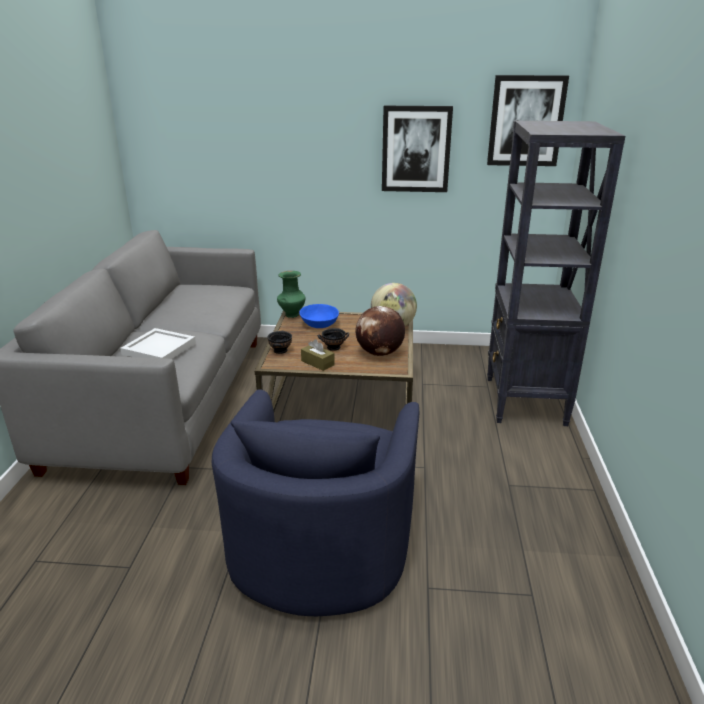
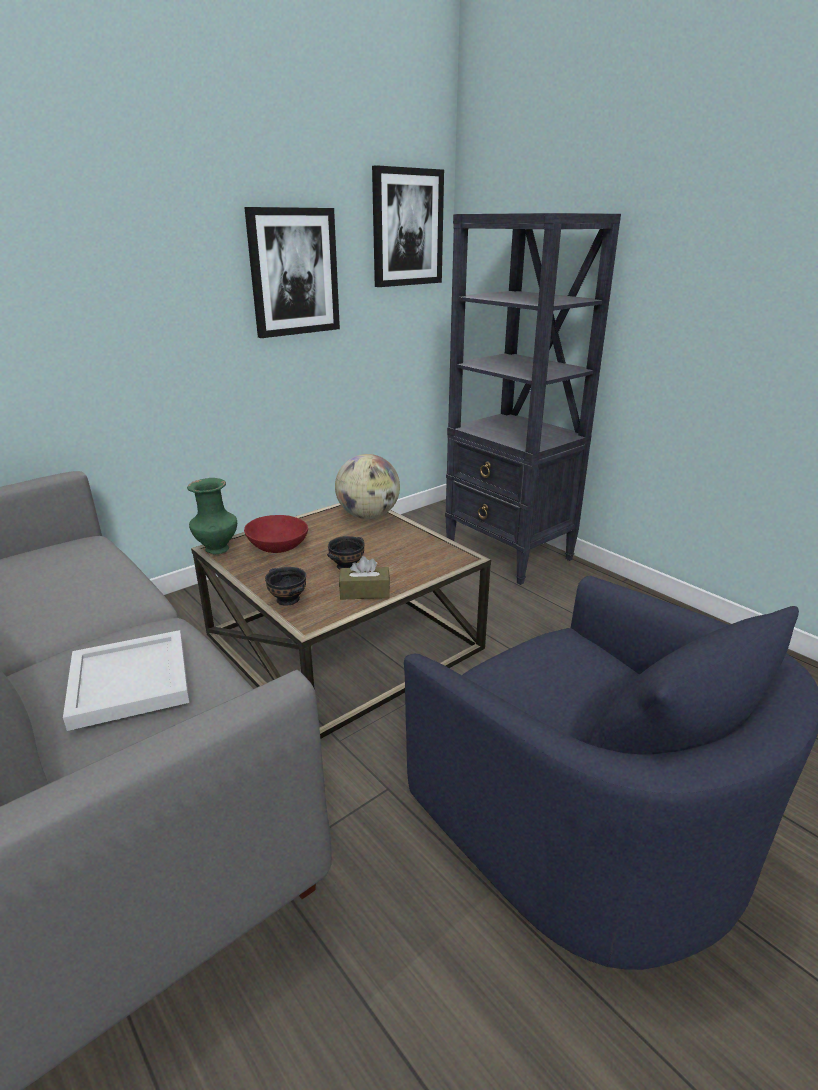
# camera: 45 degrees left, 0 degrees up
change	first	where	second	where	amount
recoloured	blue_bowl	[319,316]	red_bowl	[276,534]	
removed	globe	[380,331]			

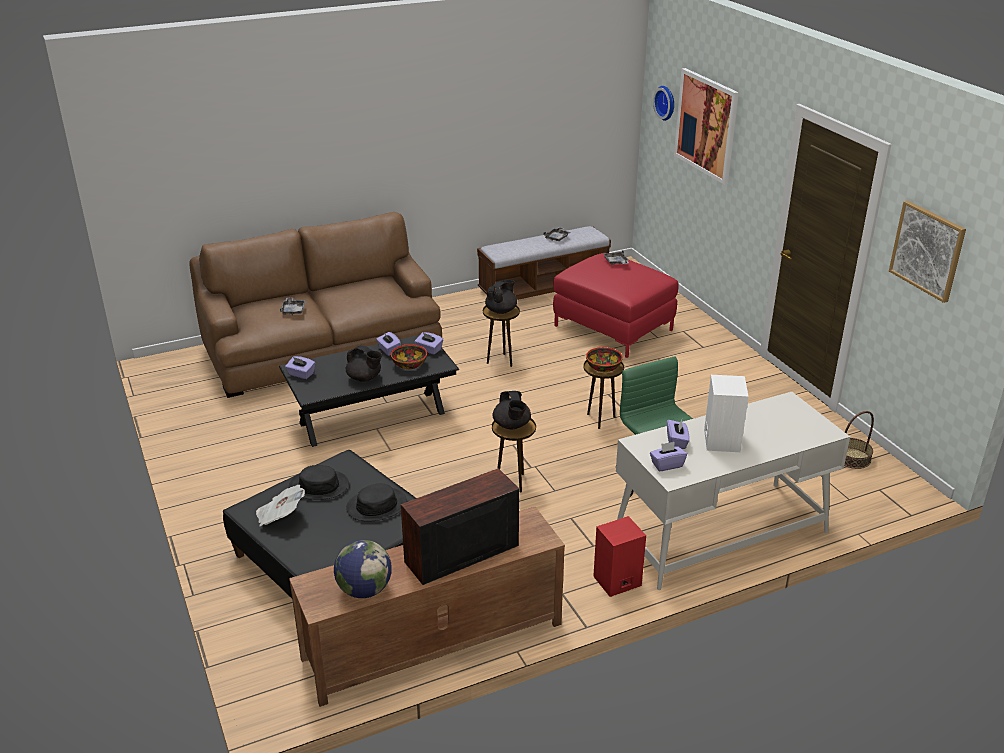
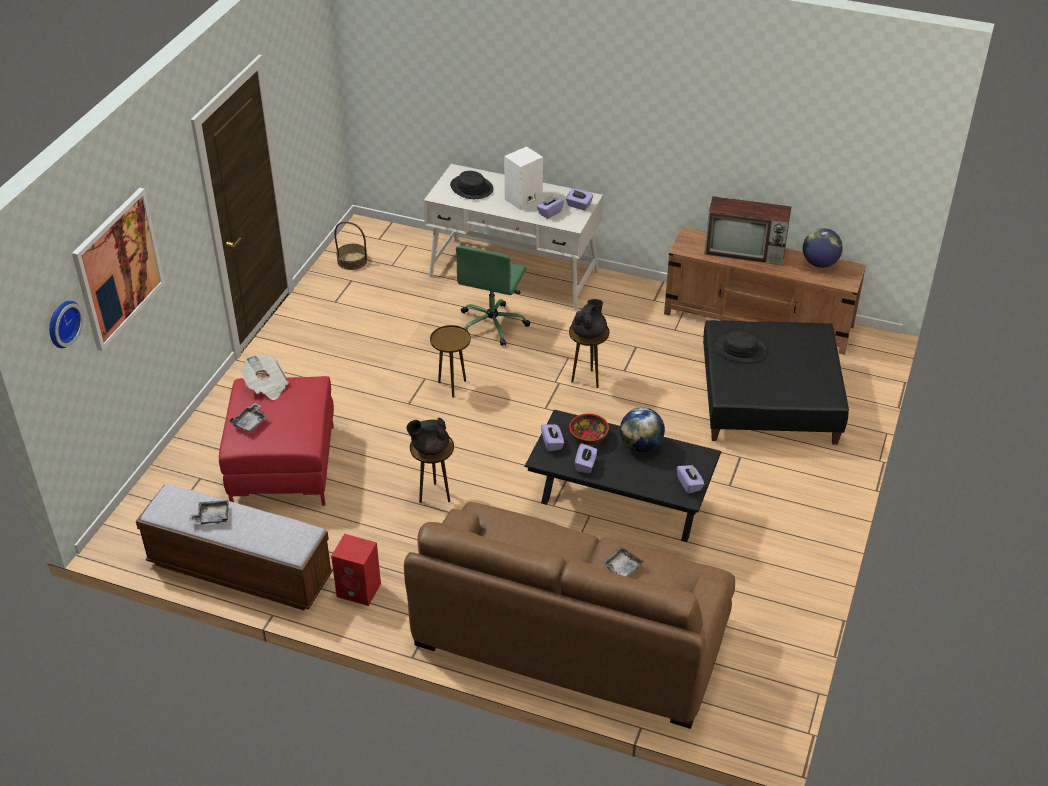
# camera: 135 degrees left, 10 degrees up
change	first	where	second	where	amount
moved	newspaper	[280,505]		[265,377]	
moved	red_speaker	[619,556]		[356,570]	
moved	black_hat	[319,482]		[472,185]	
replaced	black_teapot	[364,363]	globe	[642,430]	
removed	bowl	[604,359]			
removed	picture	[927,252]			

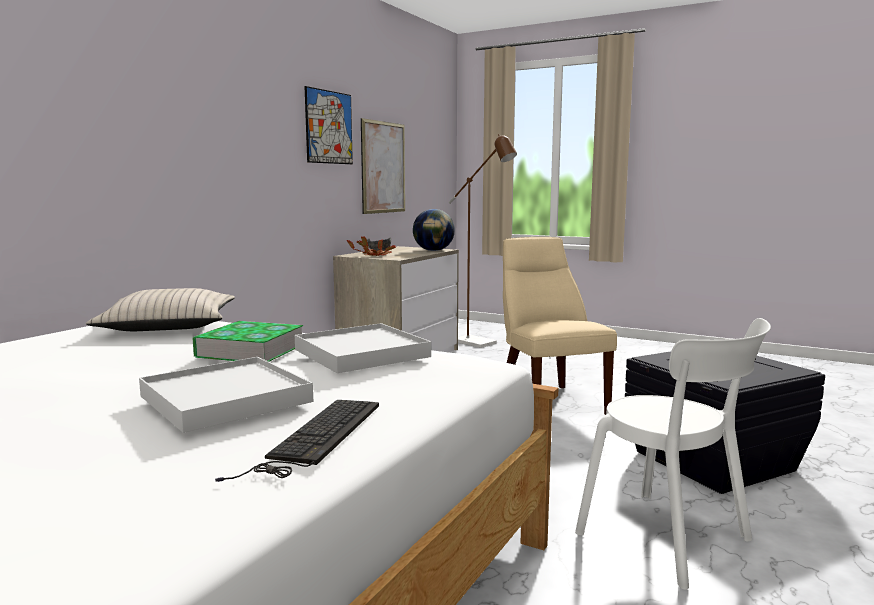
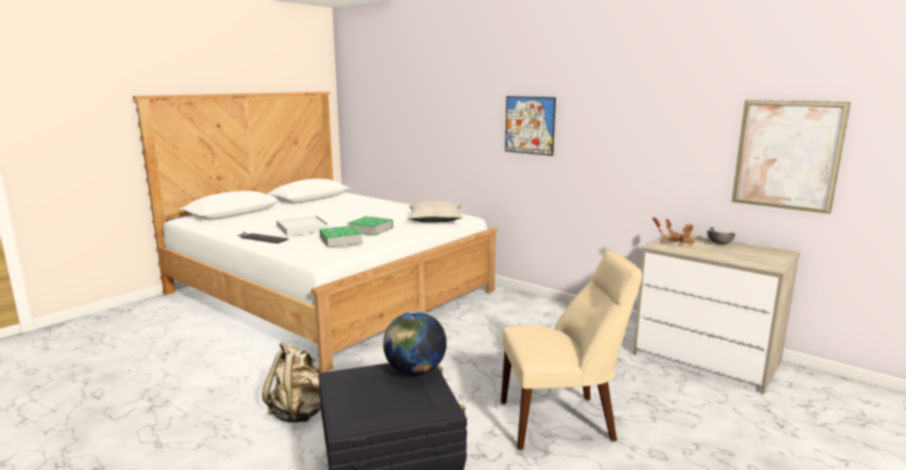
# camera: 100 degrees right, 5 degrees up
change	first	where	second	where	amount
replaced	white_chair	[673,454]	beige_backpack	[291,382]	
replaced	white_tray	[363,348]	book	[341,236]	
moved	globe	[434,230]		[415,343]	
moved	picture	[328,125]		[530,126]	
removed	brown_floor_lamp	[483,241]			

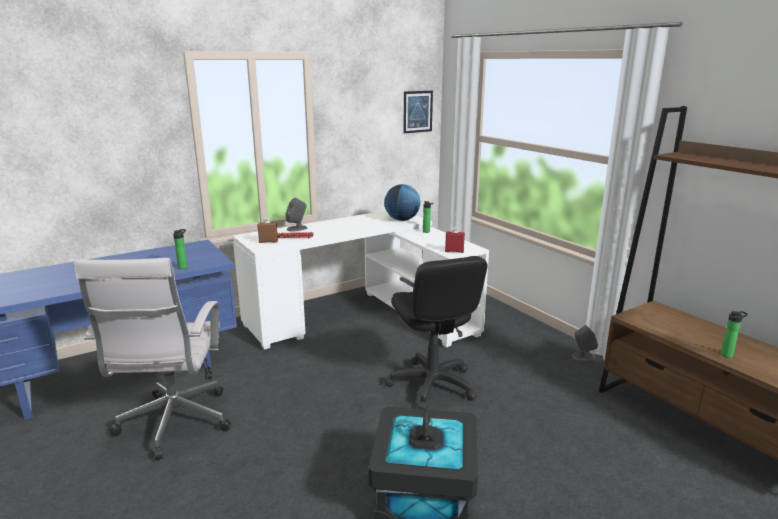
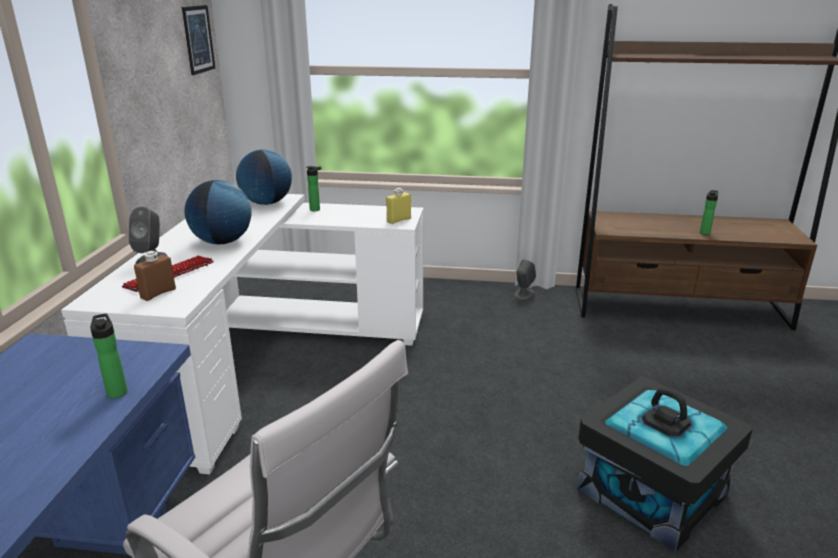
# camera: 50 degrees left, 5 degrees up
change	first	where	second	where	amount
added			globe	[218,212]	
recoloured	red_bottle	[455,240]	yellow_bottle	[398,206]	
removed	black_office_chair	[436,333]			

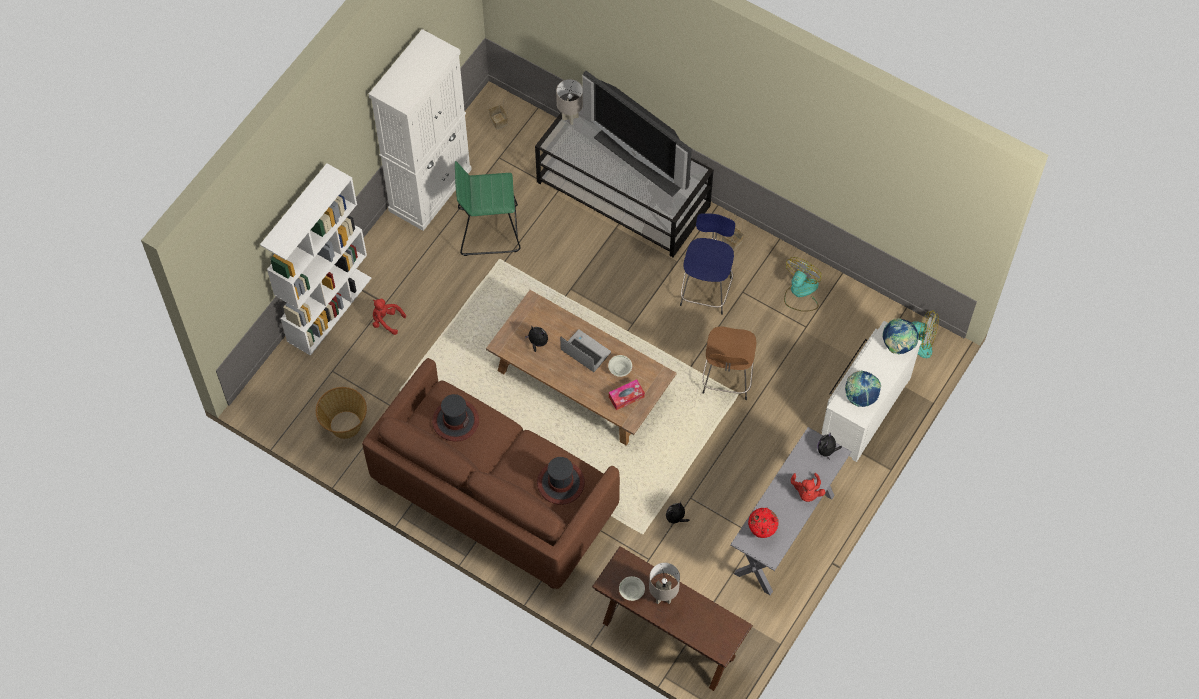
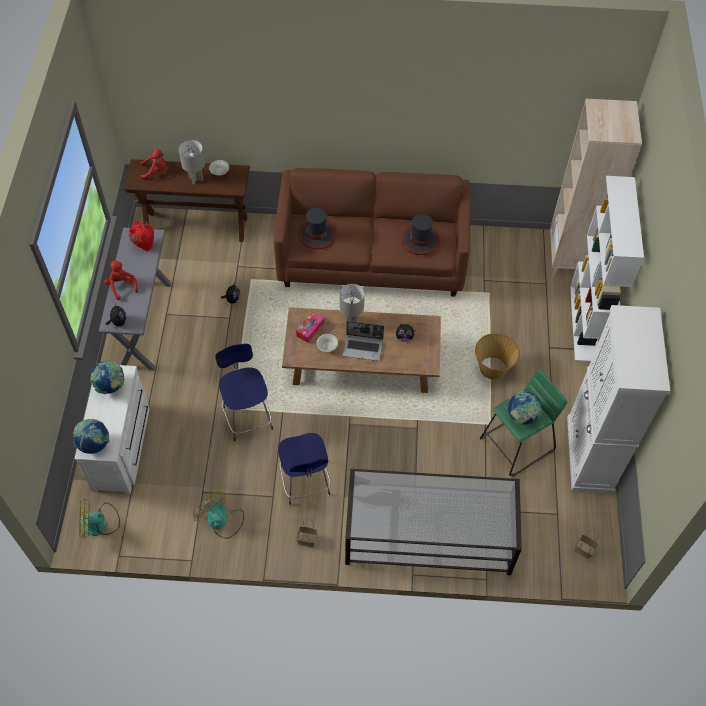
# camera: 150 degrees right, 5 degrees down
change	first	where	second	where	amount
moved	red_plush_toy	[389,317]		[153,164]	
turned	fan	[802,284]		[218,515]	135 degrees clockwise
recoloured	brown_stool	[729,363]	blue_stool	[244,392]	
moved	grey_table_lamp	[569,102]		[352,304]	
moved	basket	[341,413]		[497,356]	
added			globe	[524,408]	
added			beige_bookcase	[596,188]	
removed	television	[637,134]			

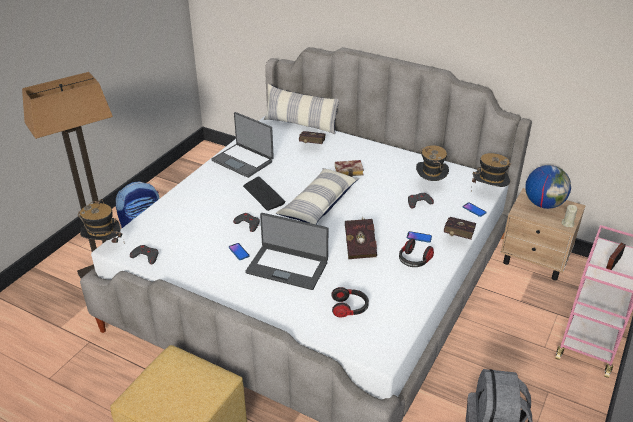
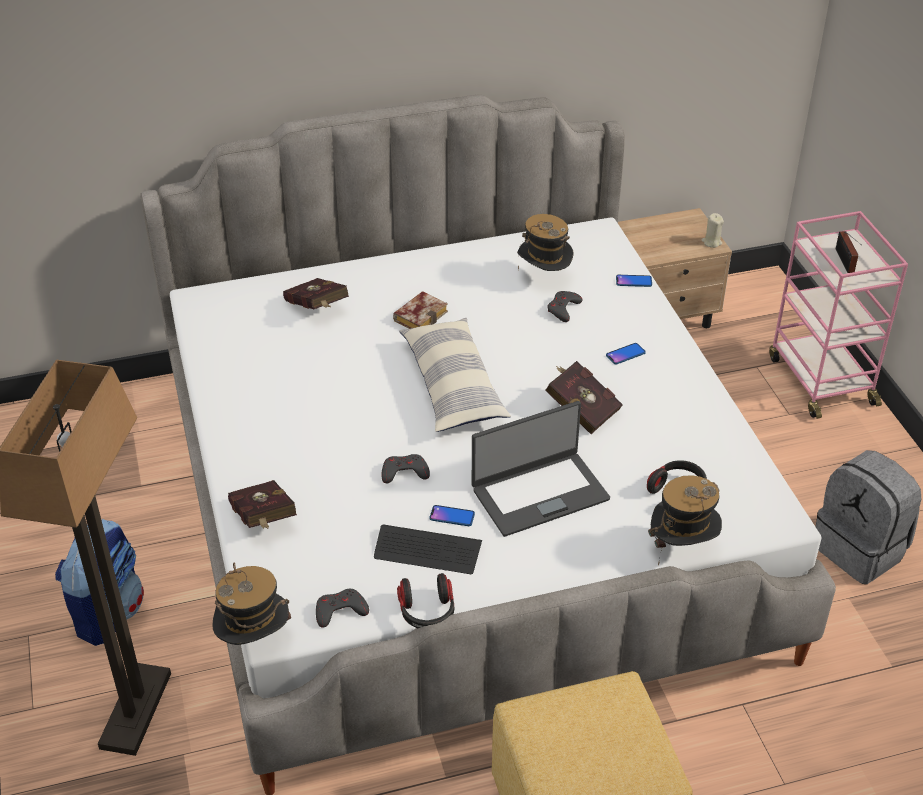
# camera: 45 degrees left, 5 degrees up
change	first	where	second	where	amount
moved	red_book	[460,228]		[262,504]	
moved	keyboard	[264,194]		[428,549]	
moved	headphones	[416,253]		[425,600]	
moved	hat	[491,172]		[685,520]	
removed	laptop	[242,145]			
removed	pillow	[301,109]			
removed	globe	[548,187]			

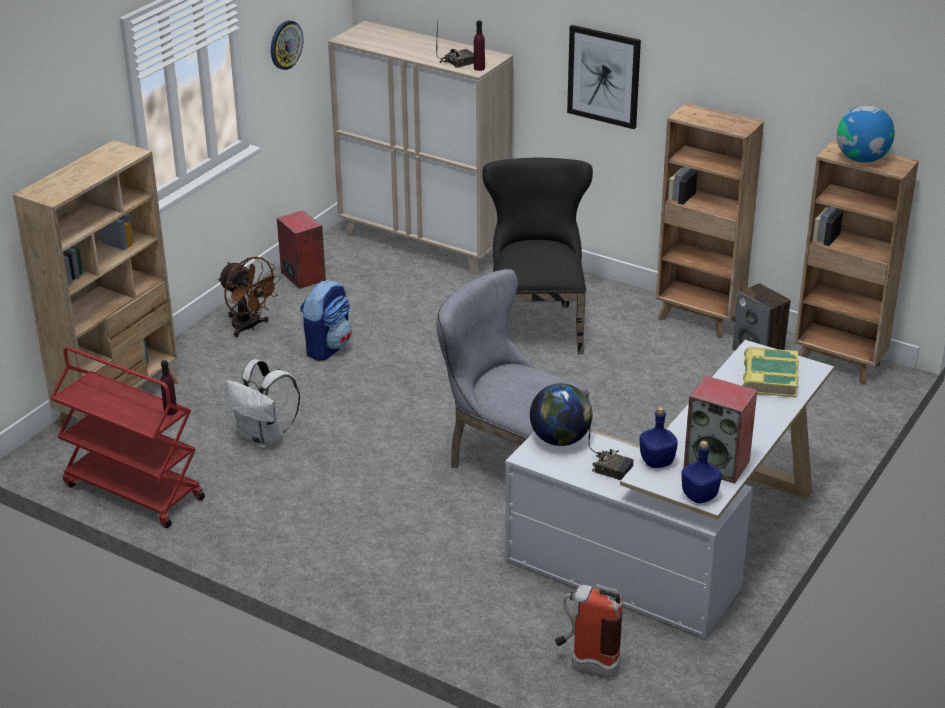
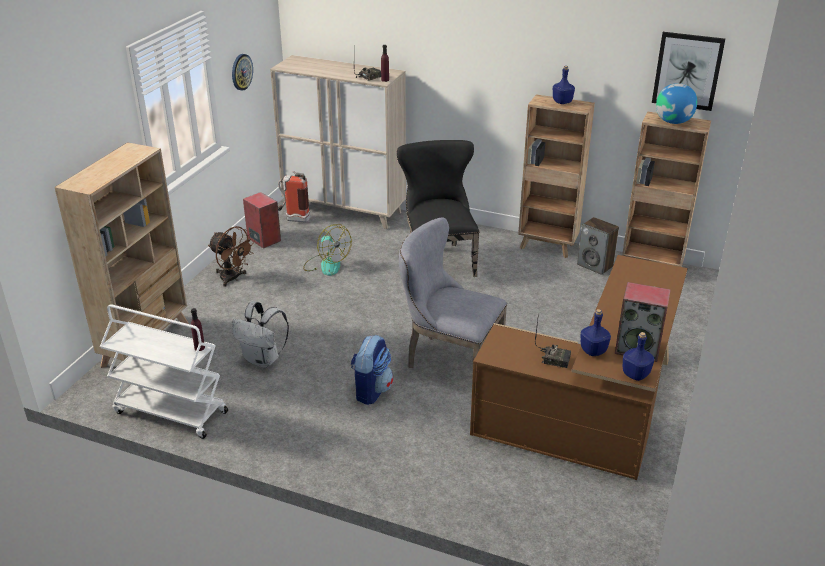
# camera: 10 degrees left, 0 degrees up
change	first	where	second	where	amount
recoloured	red_cart	[128,437]	white_cart	[164,371]	
moved	fire_extinguisher	[589,630]		[294,196]	
added			fan	[327,250]	
moved	backpack	[326,320]		[371,370]	
recoloured	white_desk	[669,489]	brown_desk	[579,367]	
added			blue_bottle	[564,85]	
moved	picture	[604,77]		[688,71]	
removed	globe	[561,414]			
removed	book	[770,372]			

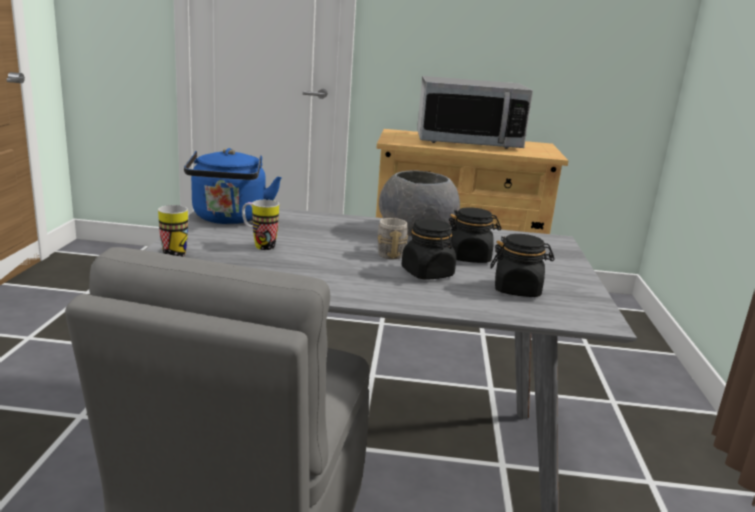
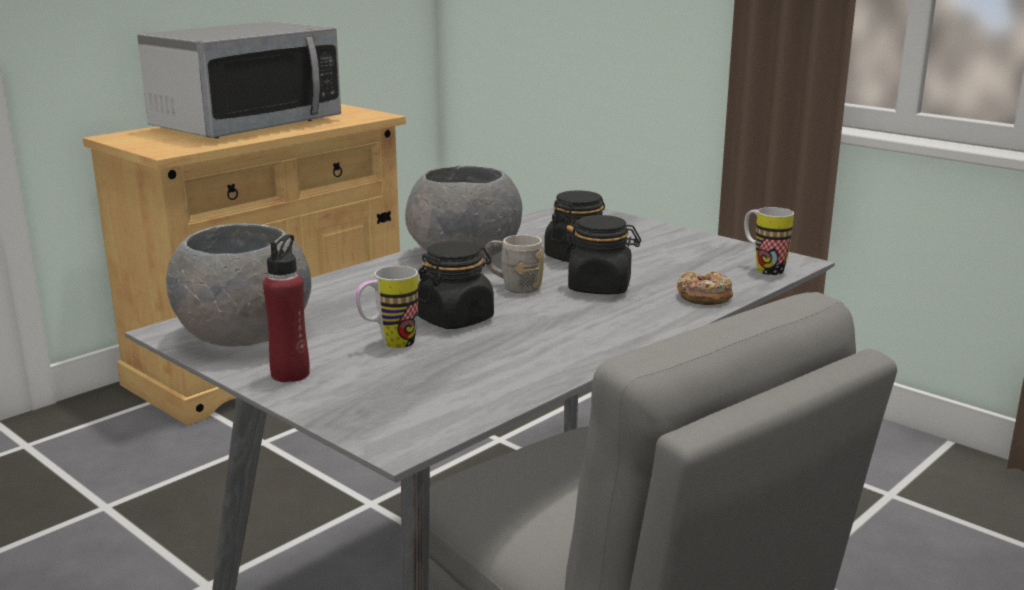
# camera: 50 degrees left, 0 degrees up
change	first	where	second	where	amount
replaced	blue_kettle	[233,186]	grey_bowl	[238,285]	
added			red_bottle	[286,308]	
moved	black_jar	[523,265]		[456,285]	
added			donut	[705,287]	
moved	mug	[173,231]		[769,241]	

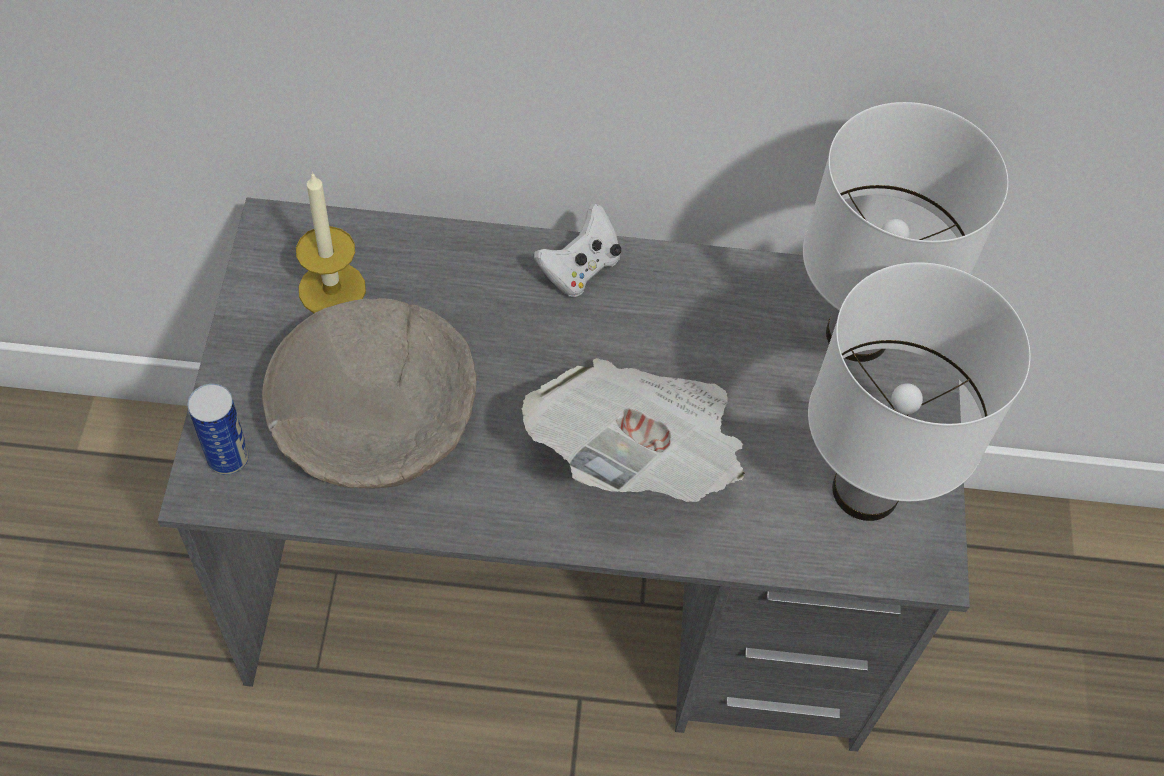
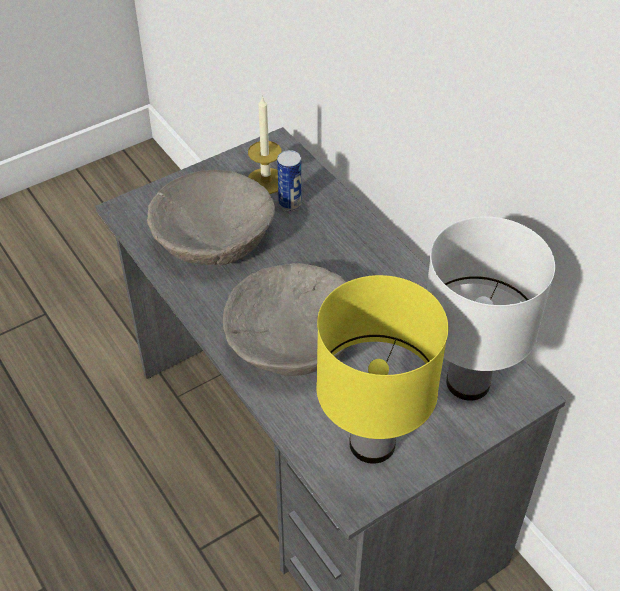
# camera: 55 degrees right, 10 degrees down
change	first	where	second	where	amount
replaced	newspaper	[633,430]	beige_bowl	[285,319]	
moved	can	[218,429]		[289,180]	
recoloured	white_table_lamp	[919,391]	yellow_table_lamp	[382,369]	
removed	white_game_controller	[577,250]			

